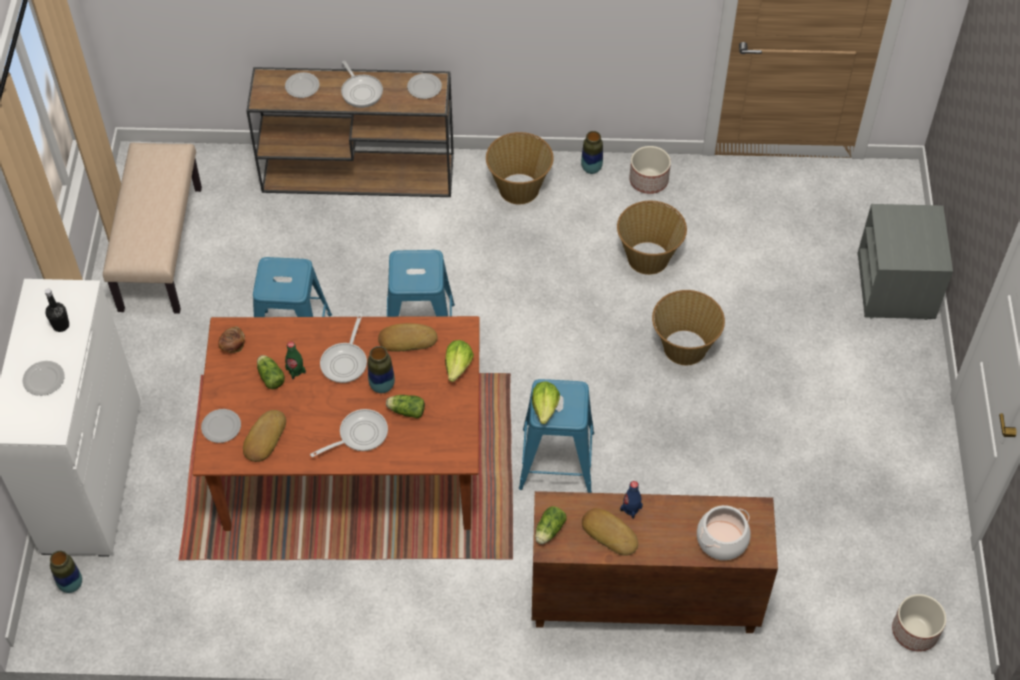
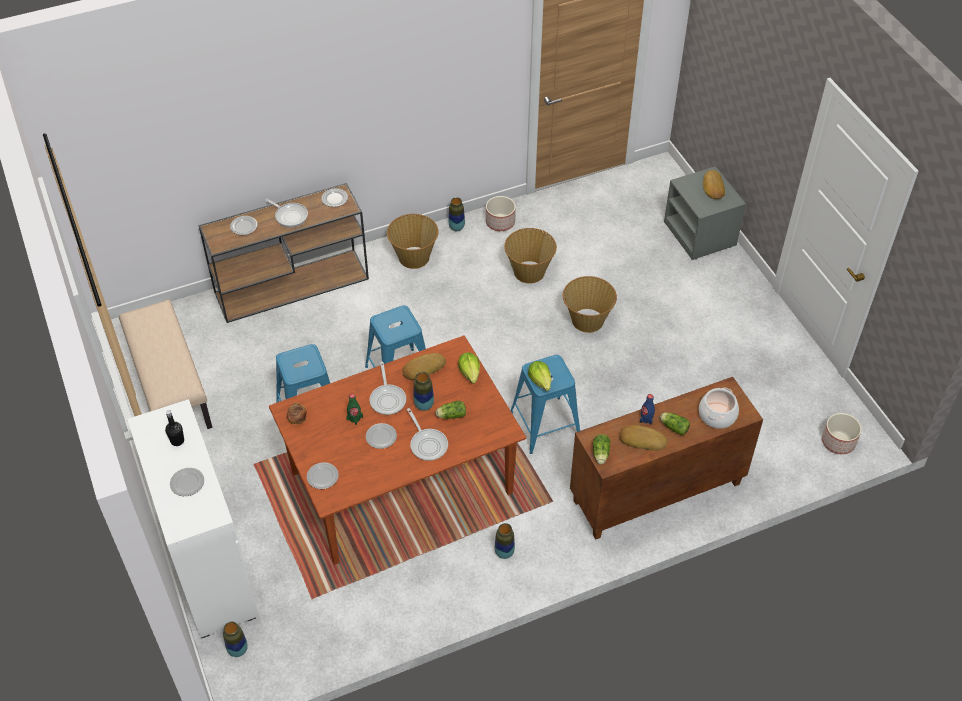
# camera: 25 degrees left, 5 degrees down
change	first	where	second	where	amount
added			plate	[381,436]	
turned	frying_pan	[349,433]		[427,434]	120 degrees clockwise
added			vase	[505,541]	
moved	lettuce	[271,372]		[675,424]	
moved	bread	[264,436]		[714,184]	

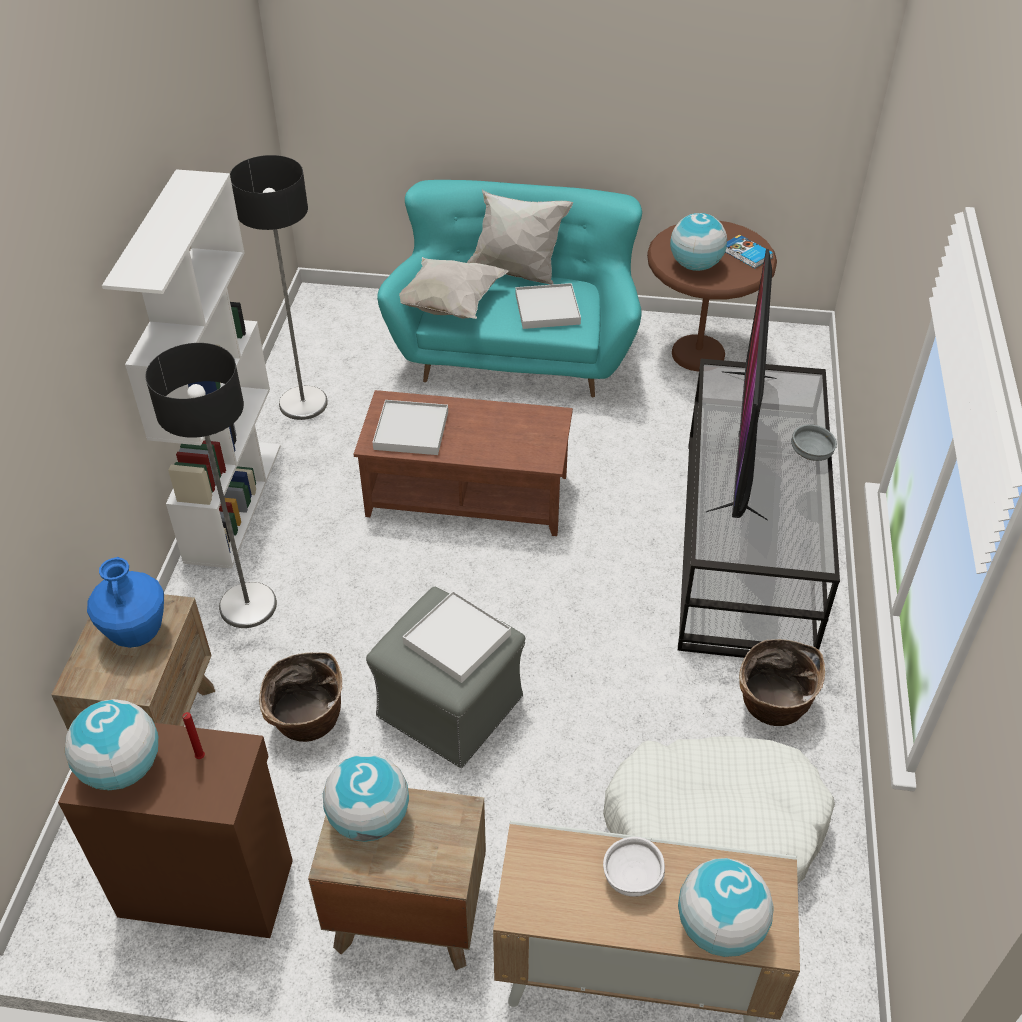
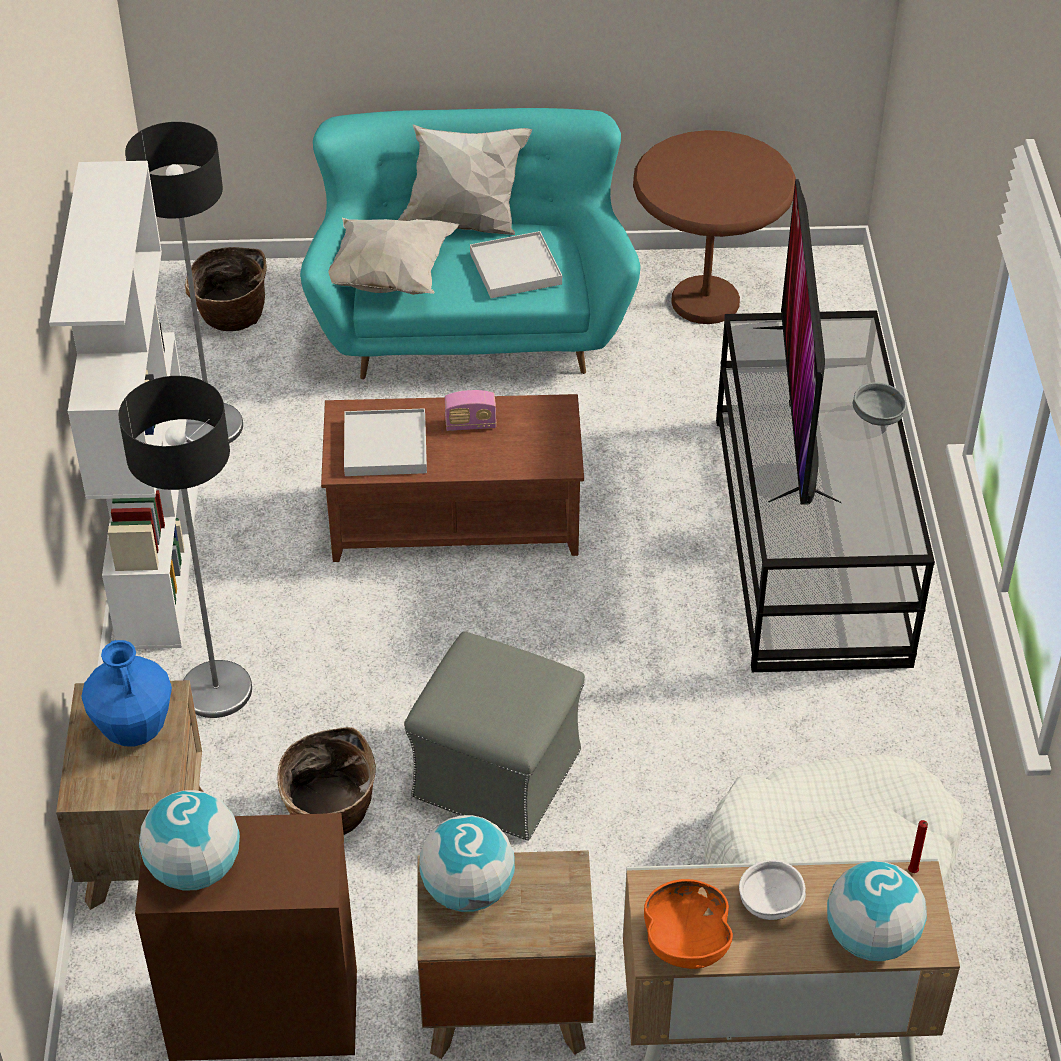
# camera: 10 degrees left, 0 degrees up
change	first	where	second	where	amount
moved	basket	[782,682]		[226,289]	
added			radio	[471,410]	
added			orange_bowl	[688,924]	
moved	red_candle	[193,735]		[918,846]	
removed	white_tray	[457,637]			
removed	globe	[698,242]			
removed	book	[749,251]			

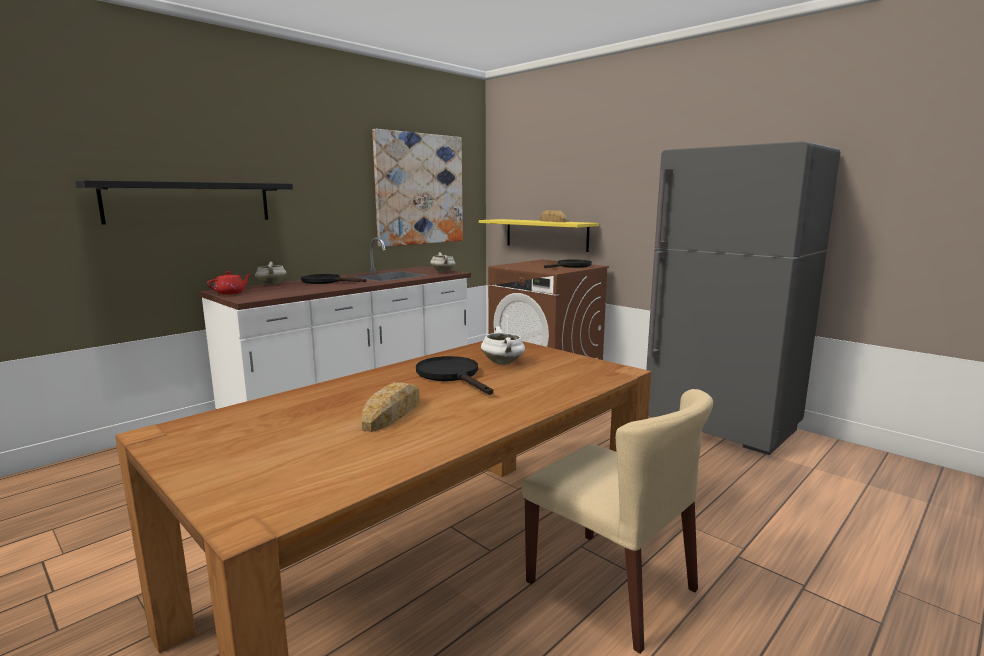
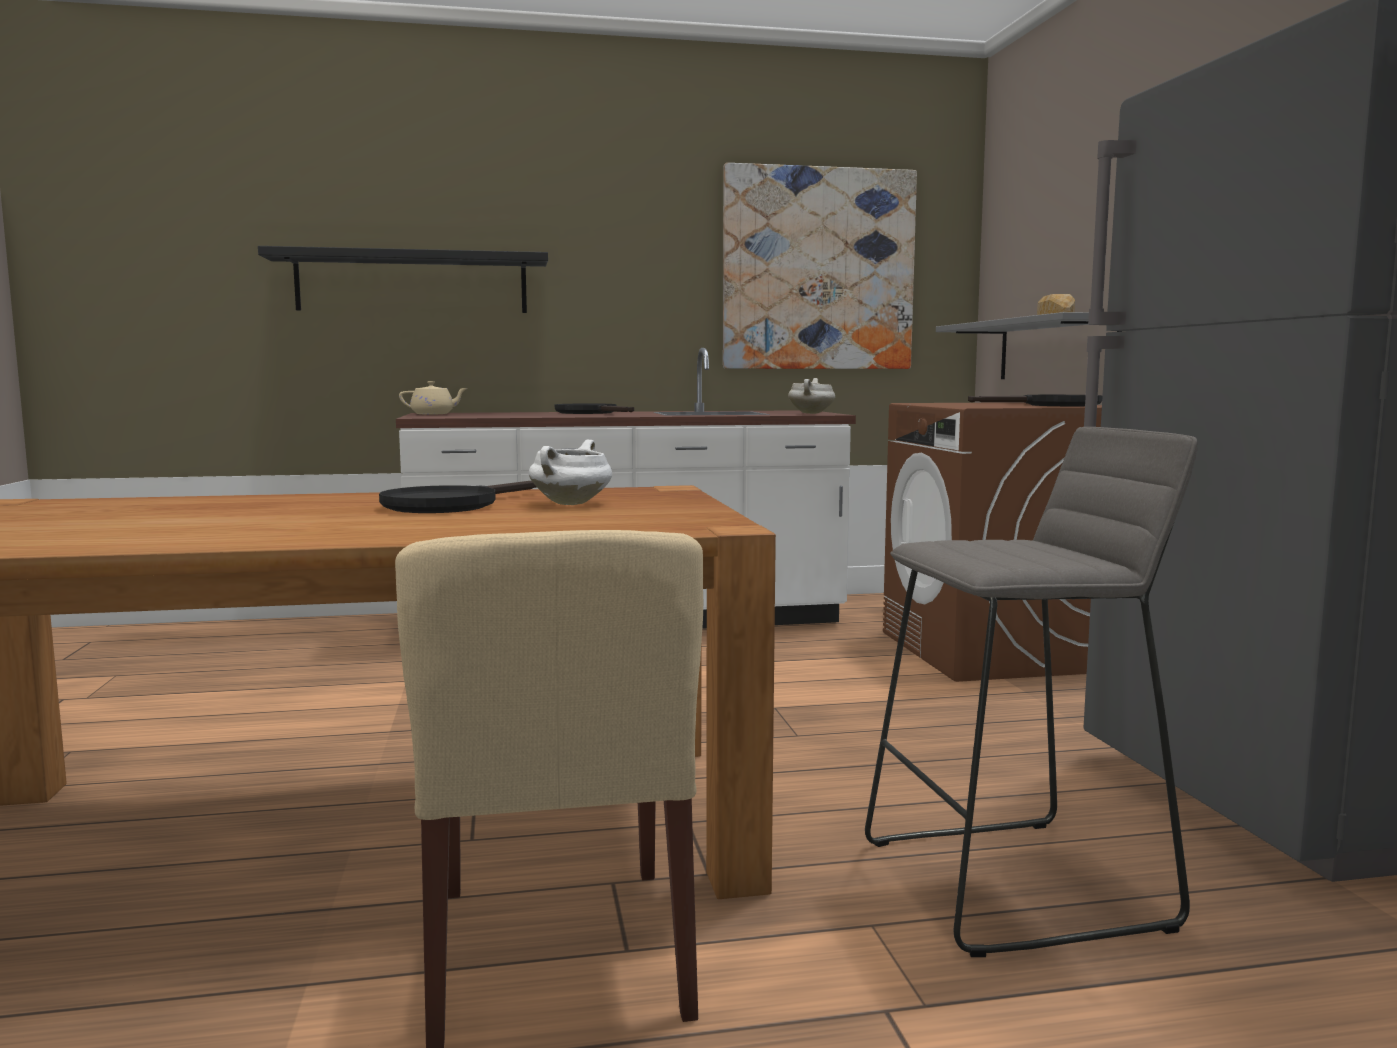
# camera: 35 degrees right, 5 degrees down
change	first	where	second	where	amount
turned	black_frying_pan	[454,375]		[458,497]	150 degrees counterclockwise
recoloured	red_teapot	[229,282]	beige_teapot	[433,398]	
added			grey_stool	[1031,692]	
recoloured	yellow_shelf	[539,235]	grey_shelf	[1028,345]	
removed	white_cooking_pot	[271,273]			
removed	bread	[391,407]			

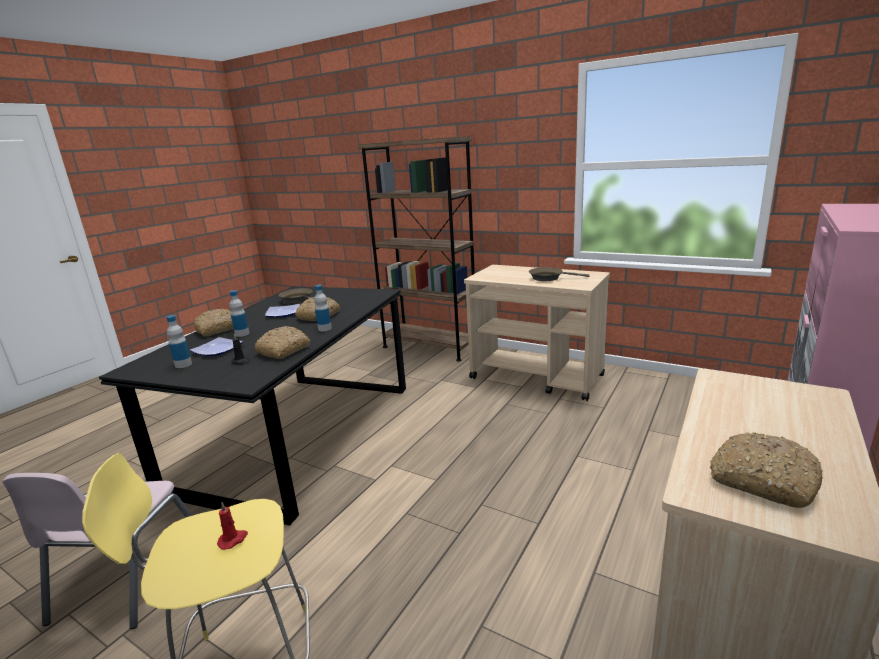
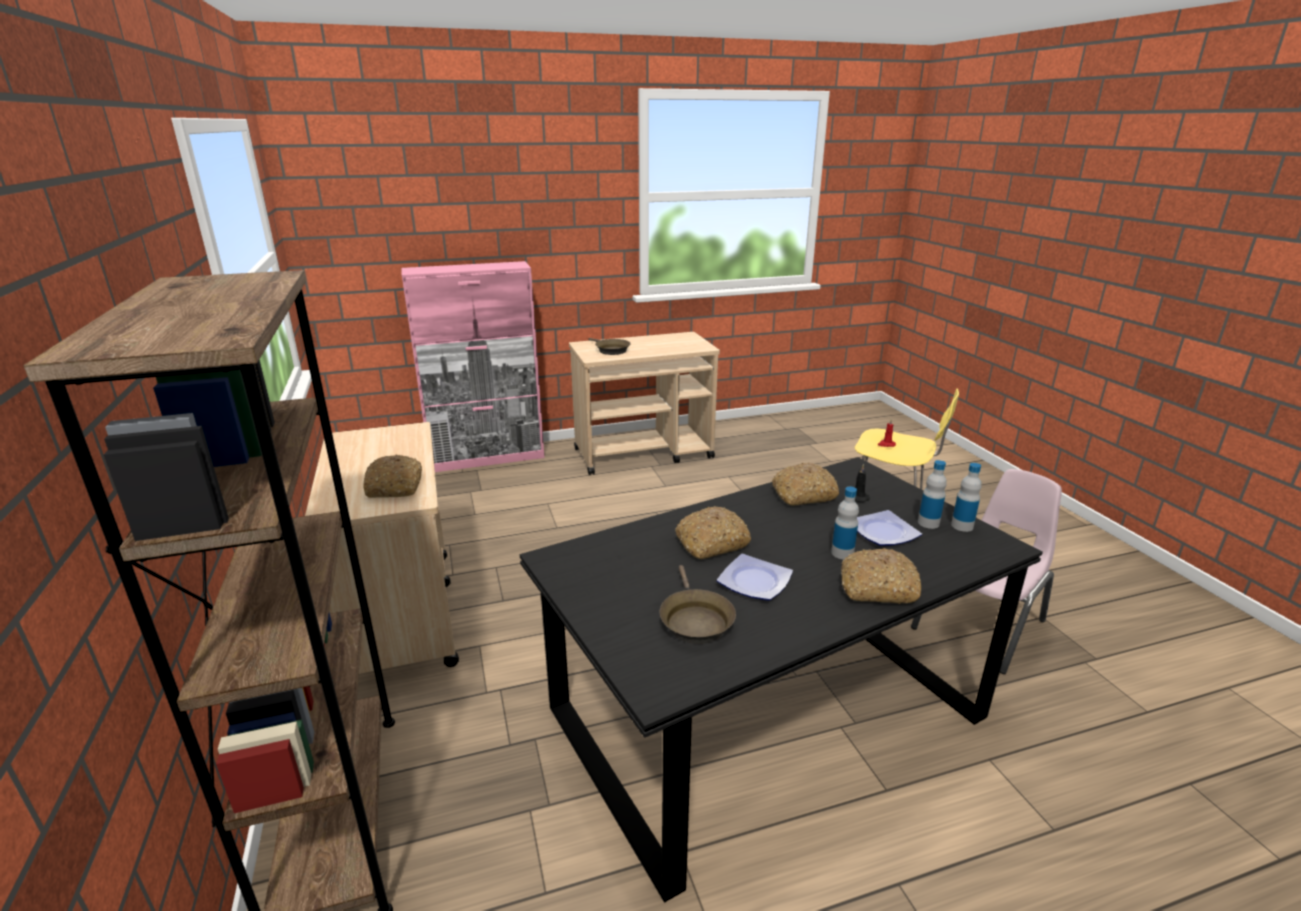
# camera: 140 degrees left, 5 degrees up
change	first	where	second	where	amount
moved	bread	[766,470]		[393,476]	
moved	brown_frying_pan	[559,274]		[609,346]	
moved	bottle	[323,308]		[966,497]	

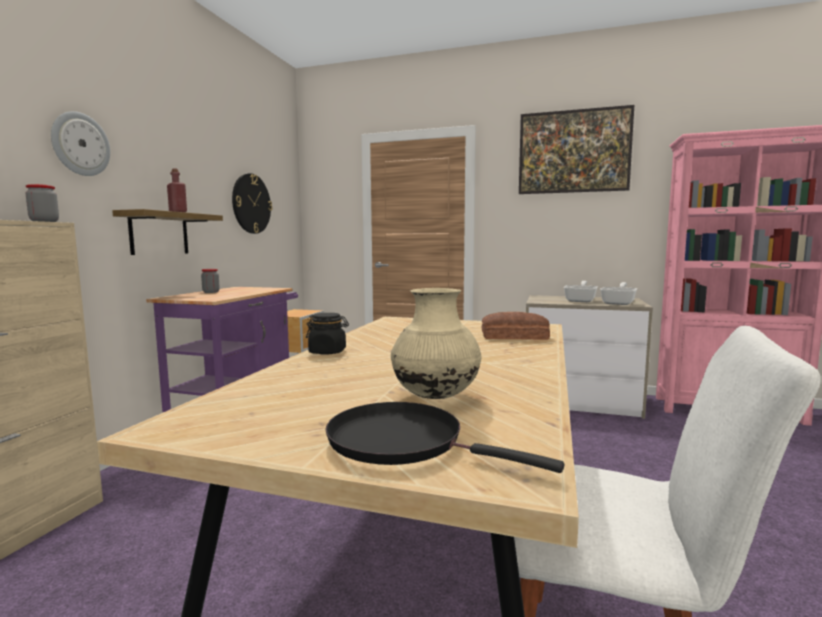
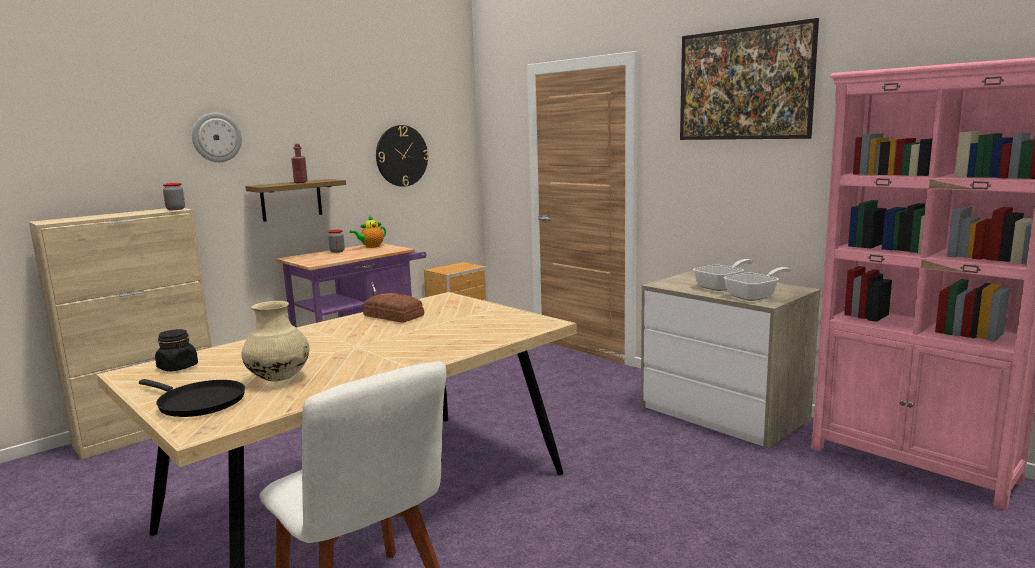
# camera: 30 degrees right, 5 degrees up
change	first	where	second	where	amount
turned	black_frying_pan	[444,437]		[192,398]	150 degrees clockwise
moved	black_jar	[327,334]		[176,350]	
added			teapot	[367,232]	
moved	bread	[516,326]		[393,308]	

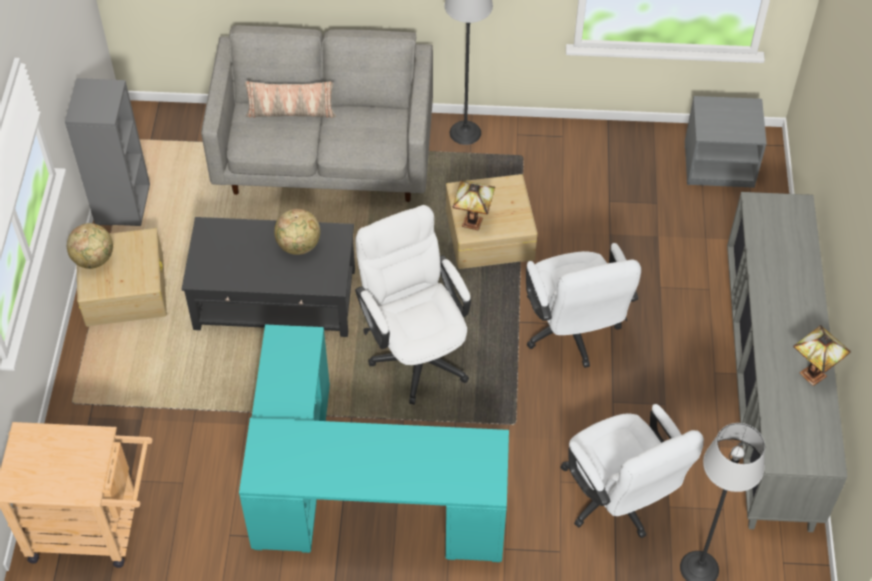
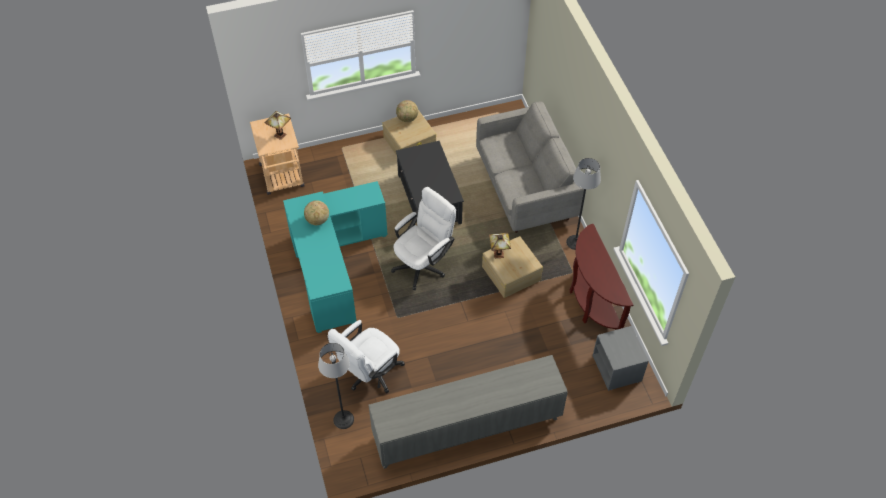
# camera: 70 degrees right, 0 degrees up
change	first	where	second	where	amount
moved	table_lamp	[822,355]		[278,125]	
moved	globe	[297,232]		[316,212]	
added			brown_console_table	[601,276]	
removed	grey_bookcase	[107,152]			
removed	pillow	[290,99]			
removed	white_office_chair	[583,305]			

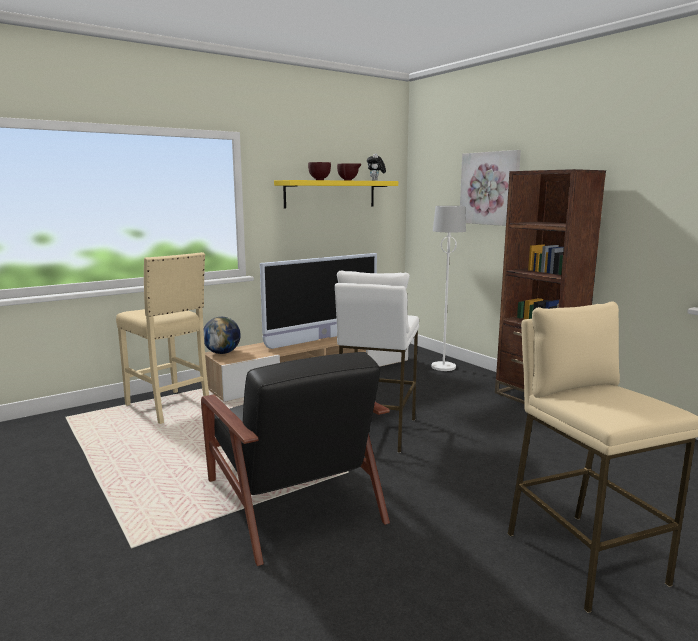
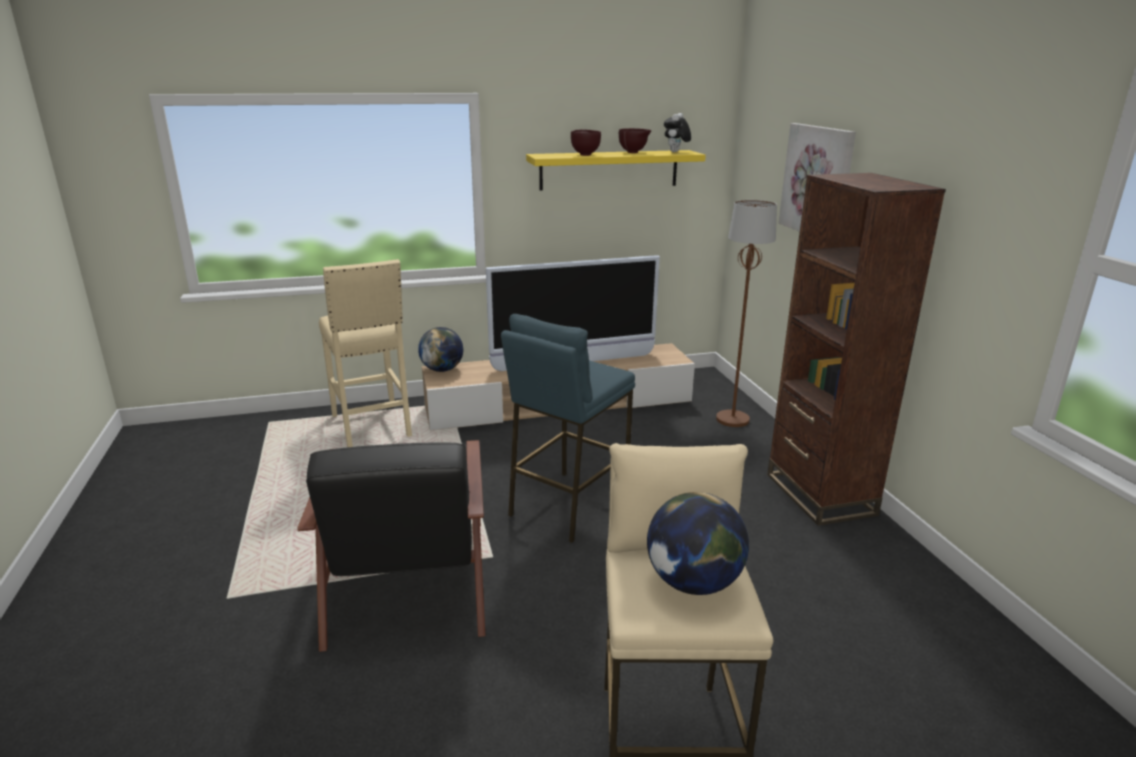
# camera: 20 degrees right, 10 degrees up
change	first	where	second	where	amount
recoloured	white_stool	[377,361]	blue_stool	[568,428]	
added			globe	[698,543]	
recoloured	white_floor_lamp	[448,288]	brown_floor_lamp	[746,313]	

